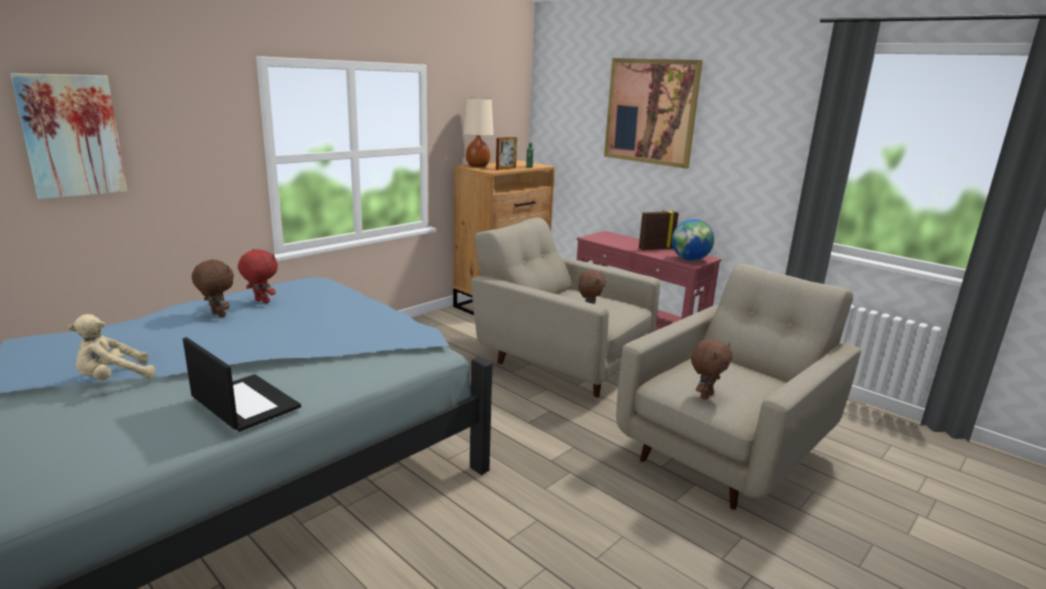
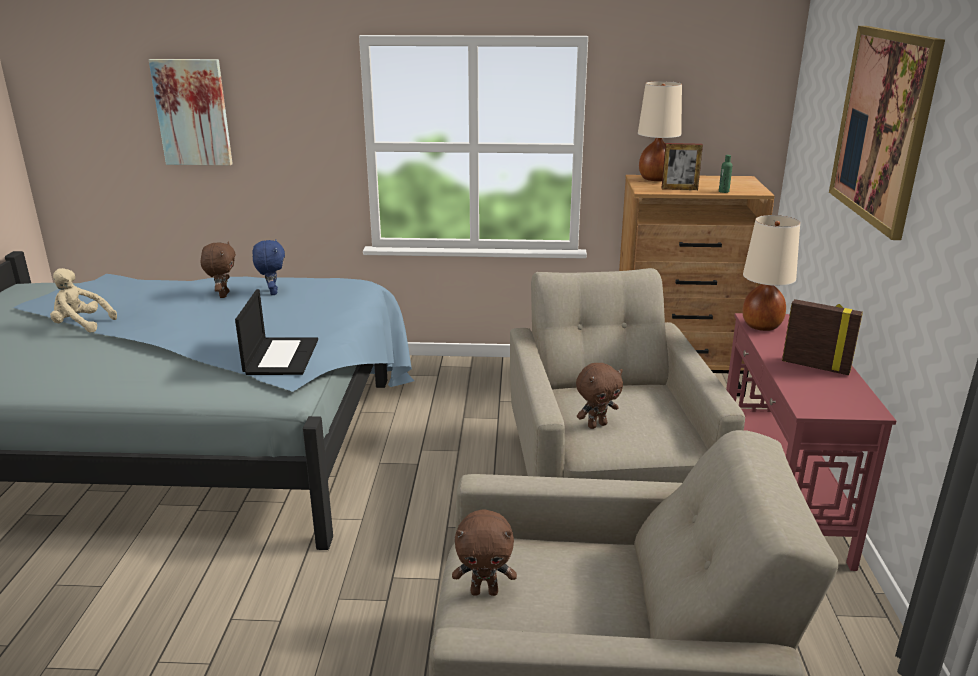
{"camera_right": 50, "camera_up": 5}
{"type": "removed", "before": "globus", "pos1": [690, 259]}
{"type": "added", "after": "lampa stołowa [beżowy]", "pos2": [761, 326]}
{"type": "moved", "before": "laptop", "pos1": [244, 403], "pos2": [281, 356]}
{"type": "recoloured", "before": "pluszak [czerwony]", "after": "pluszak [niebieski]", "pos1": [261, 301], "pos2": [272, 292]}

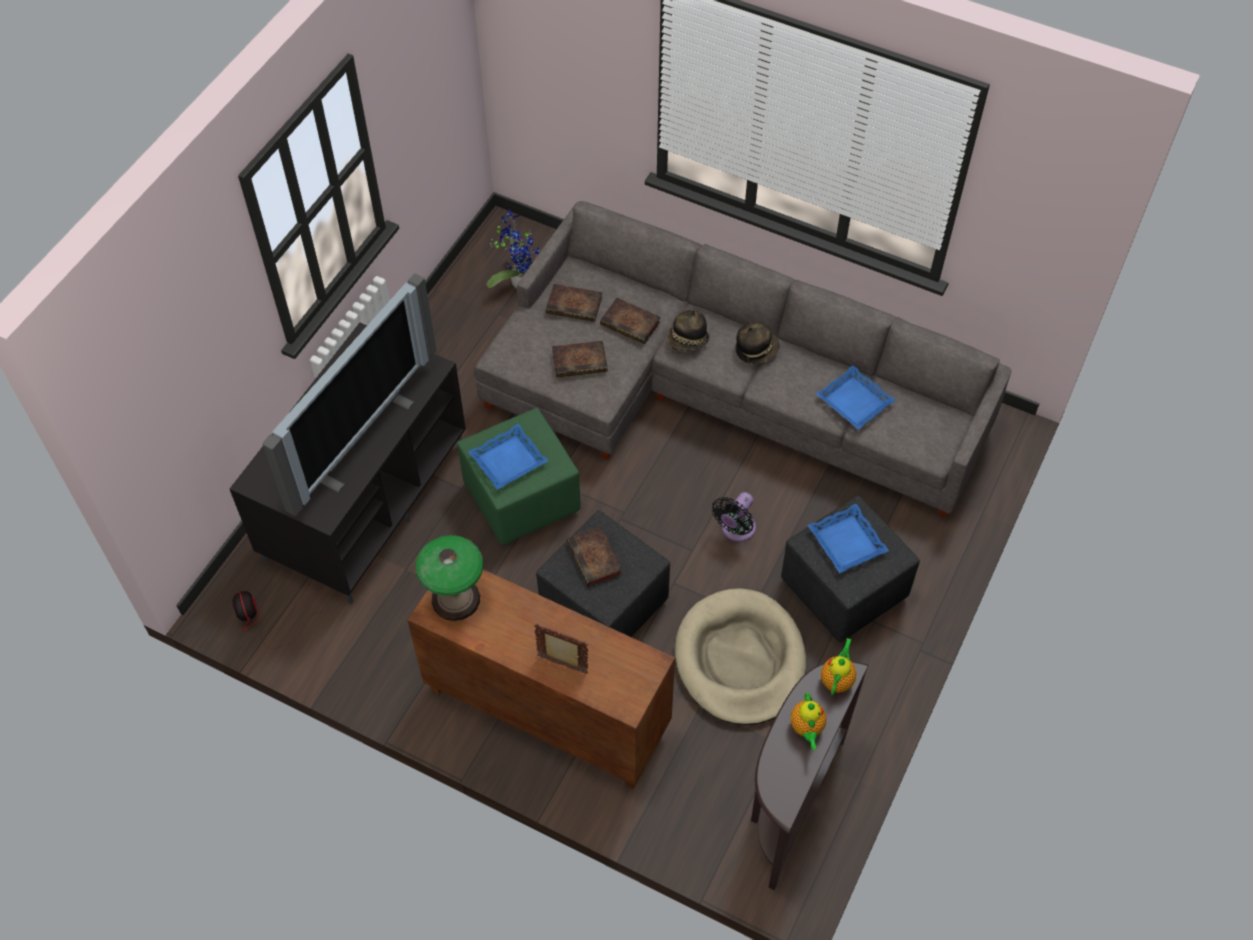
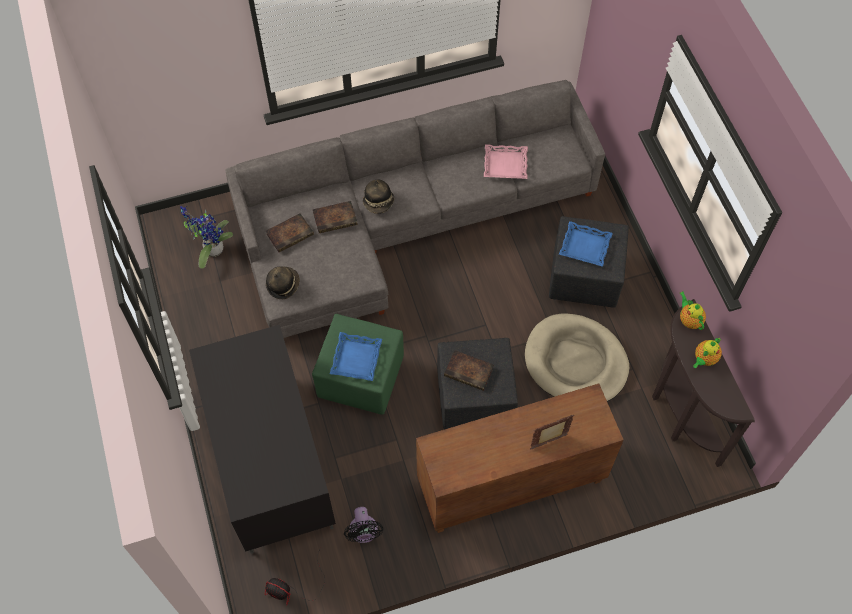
{"camera_right": -45, "camera_up": 5}
{"type": "removed", "before": "telewizor", "pos1": [358, 435]}
{"type": "removed", "before": "lampa stołowa", "pos1": [456, 599]}
{"type": "removed", "before": "książka", "pos1": [581, 361]}
{"type": "moved", "before": "wentylator [czarny]", "pos1": [736, 530], "pos2": [364, 532]}
{"type": "moved", "before": "kapelusz", "pos1": [756, 349], "pos2": [283, 285]}
{"type": "recoloured", "before": "taca [niebieski]", "after": "taca [różowy]", "pos1": [854, 401], "pos2": [505, 165]}
{"type": "turned", "before": "imbryk", "pos1": [807, 728], "pos2": [704, 359], "turn": 90}

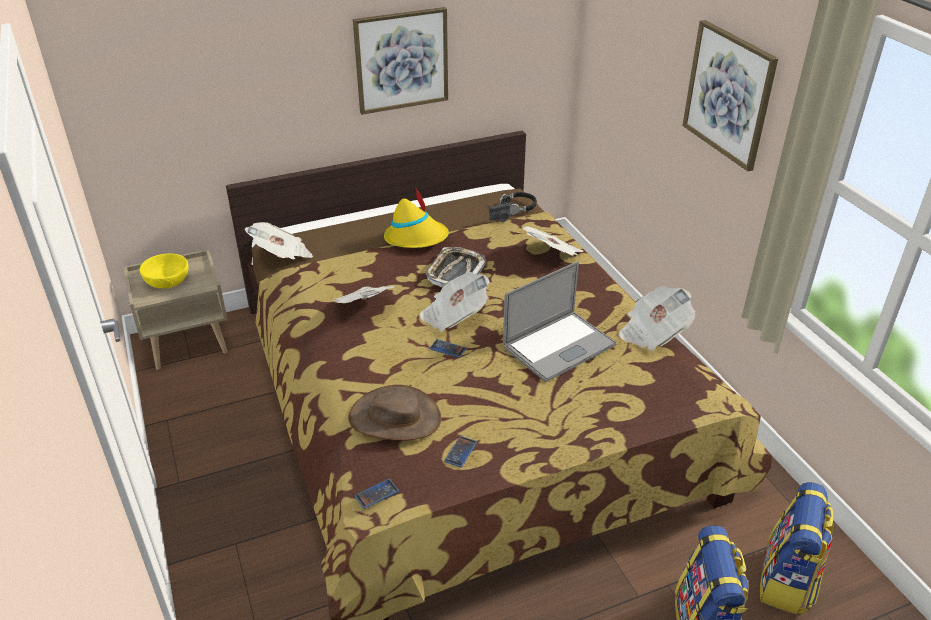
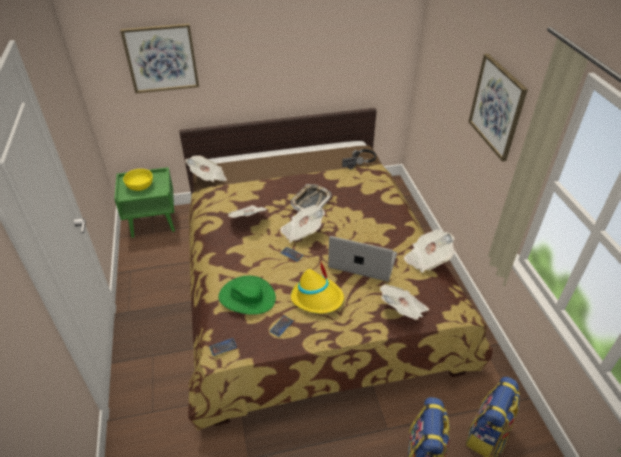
{"camera_right": 10, "camera_up": 5}
{"type": "moved", "before": "obraz", "pos1": [401, 60], "pos2": [161, 58]}
{"type": "moved", "before": "kapelusz [żółty]", "pos1": [416, 238], "pos2": [317, 298]}
{"type": "moved", "before": "gazeta", "pos1": [553, 255], "pos2": [403, 310]}
{"type": "recoloured", "before": "szafka nocna [beżowy]", "after": "szafka nocna [zielony]", "pos1": [189, 343], "pos2": [153, 223]}
{"type": "recoloured", "before": "kapelusz [brązowy]", "after": "kapelusz [zielony]", "pos1": [395, 418], "pos2": [247, 297]}
{"type": "turned", "before": "laptop", "pos1": [559, 346], "pos2": [363, 261], "turn": -135}

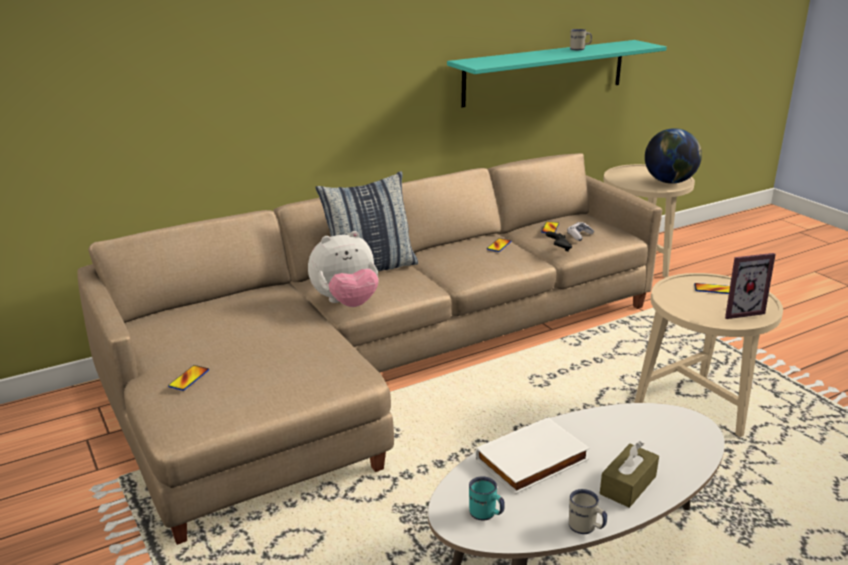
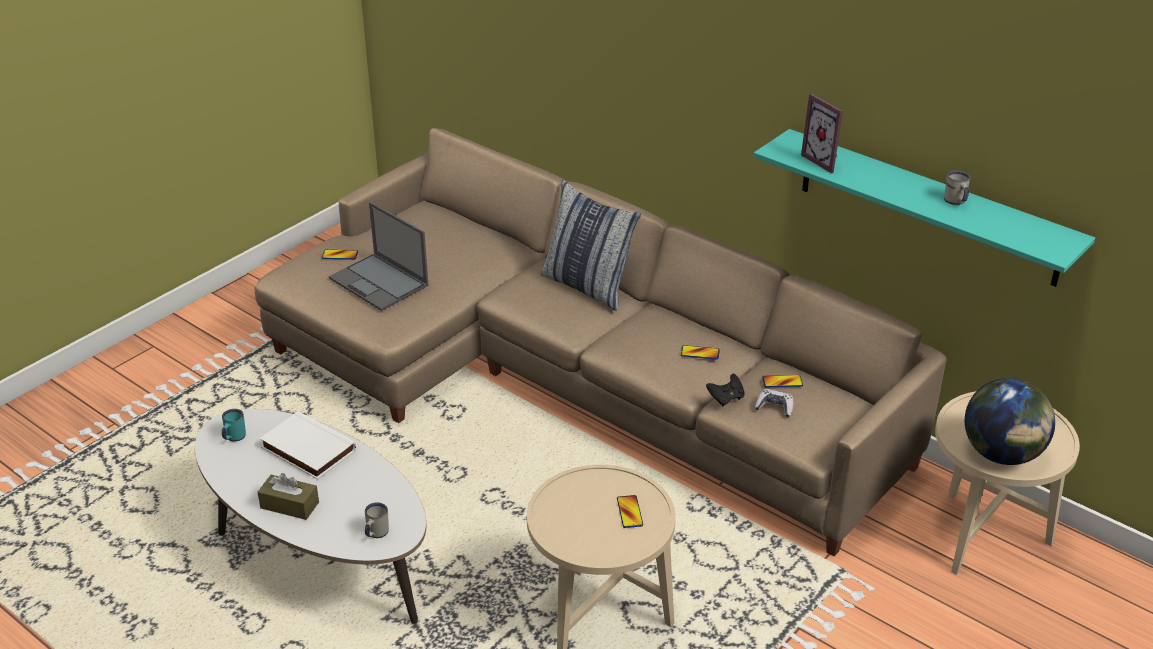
{"camera_right": 70, "camera_up": 10}
{"type": "removed", "before": "pluszak", "pos1": [346, 303]}
{"type": "added", "after": "laptop", "pos2": [380, 282]}
{"type": "moved", "before": "kubek [biały]", "pos1": [586, 528], "pos2": [375, 534]}
{"type": "moved", "before": "ramka na zdjęcie", "pos1": [738, 311], "pos2": [825, 160]}

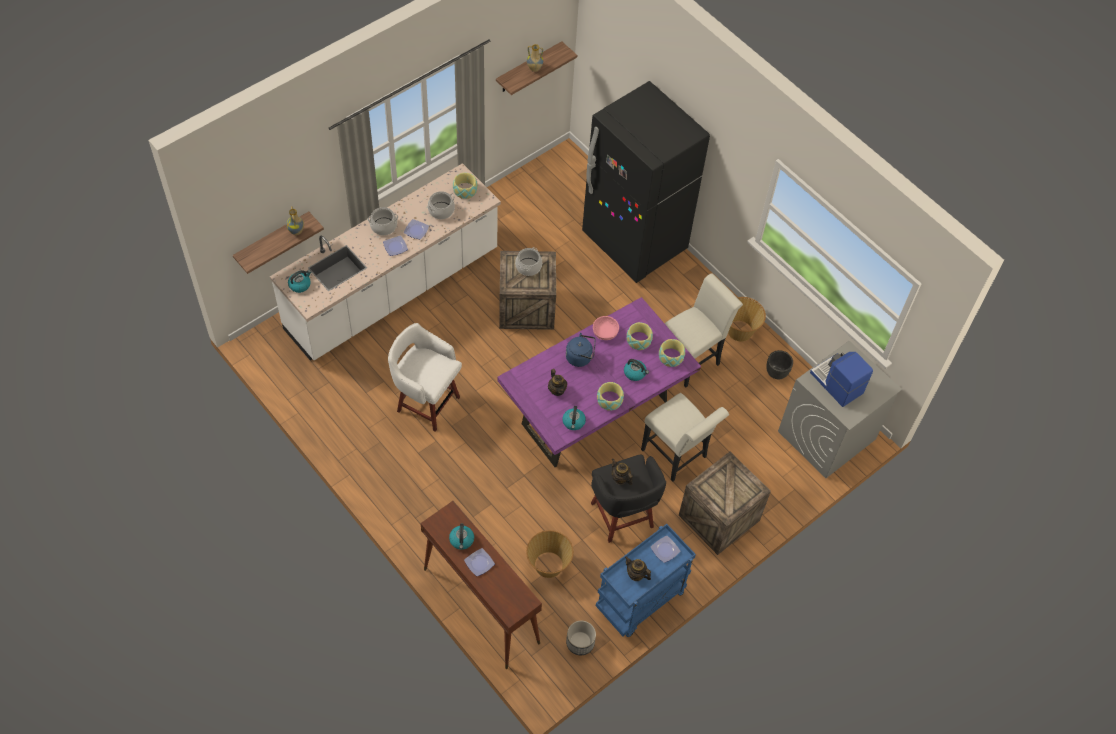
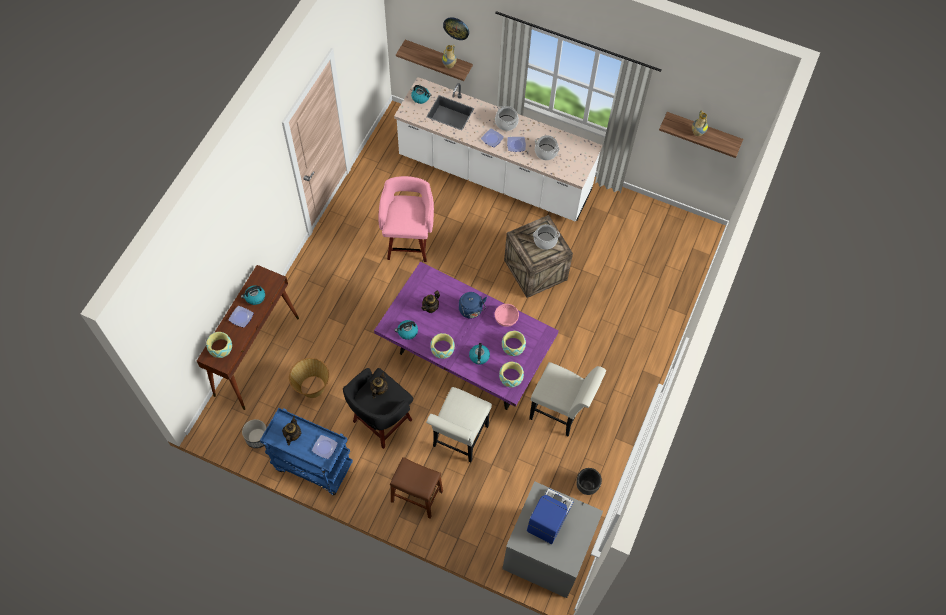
{"camera_right": 65, "camera_up": 5}
{"type": "removed", "before": "lodówka [czarny]", "pos1": [634, 242]}
{"type": "removed", "before": "koszyk", "pos1": [740, 330]}
{"type": "added", "after": "zegar ścienny", "pos2": [456, 28]}
{"type": "moved", "before": "miska", "pos1": [465, 190], "pos2": [220, 348]}
{"type": "replaced", "before": "skrzynka", "after": "stołek [brązowy]", "pos1": [719, 519], "pos2": [417, 496]}
{"type": "recoloured", "before": "stołek [biały]", "after": "stołek [różowy]", "pos1": [426, 403], "pos2": [408, 242]}

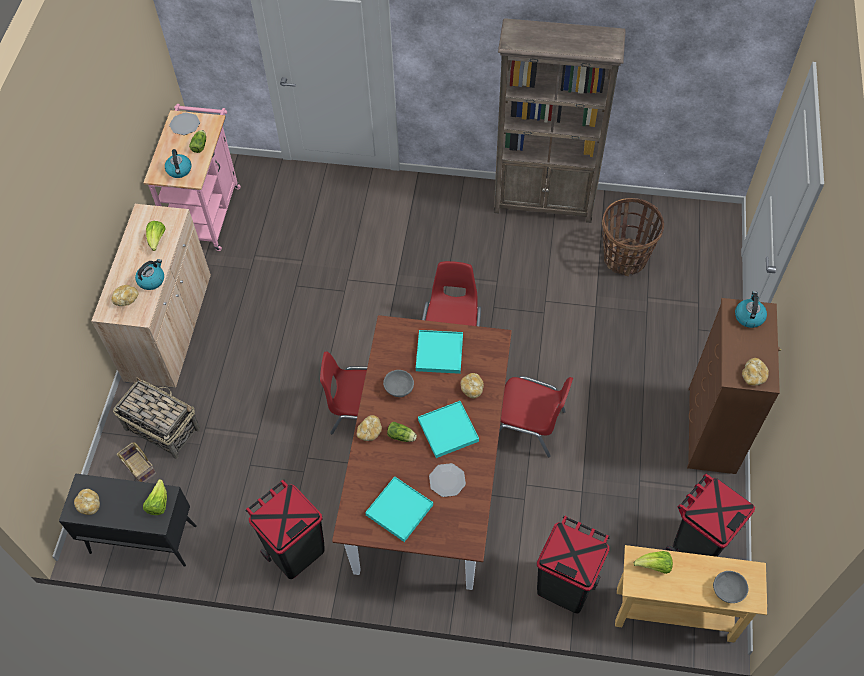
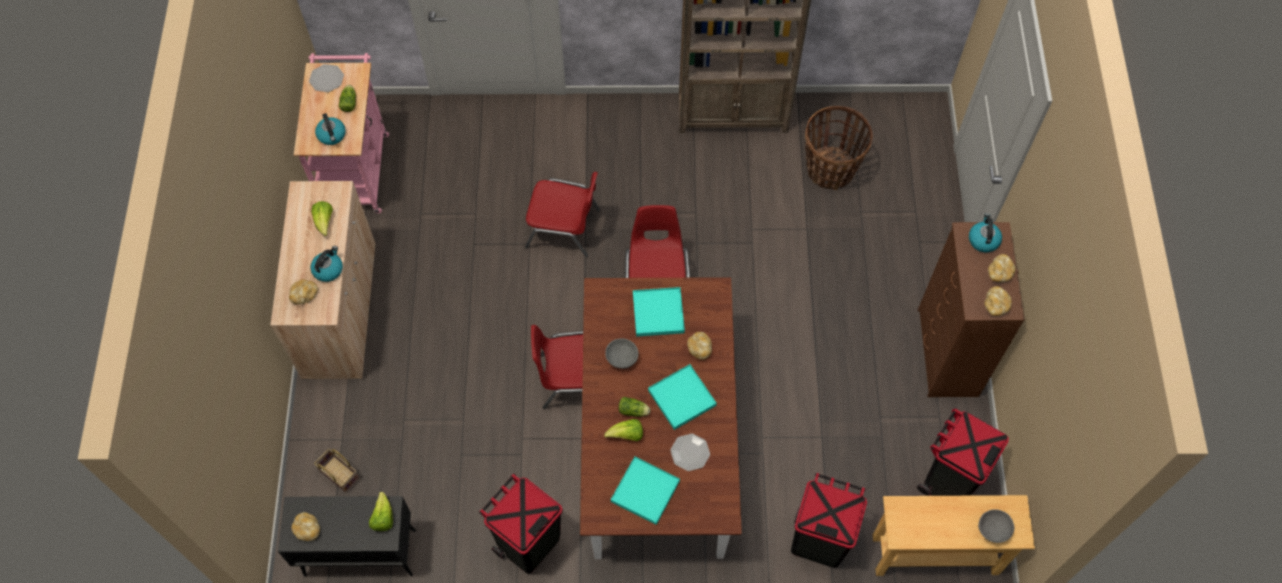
{"camera_right": -10, "camera_up": 5}
{"type": "removed", "before": "koszyk", "pos1": [161, 428]}
{"type": "moved", "before": "chleb", "pos1": [369, 432], "pos2": [999, 272]}
{"type": "moved", "before": "krzesło [czerwony]", "pos1": [529, 425], "pos2": [564, 228]}
{"type": "moved", "before": "sałata", "pos1": [654, 566], "pos2": [626, 435]}

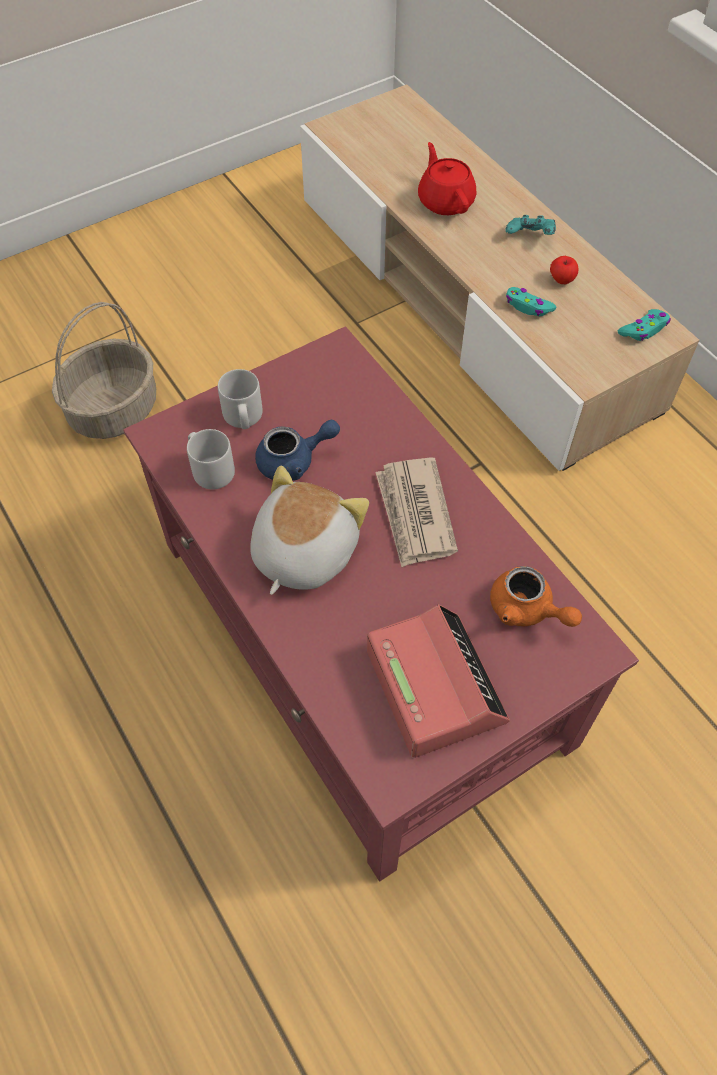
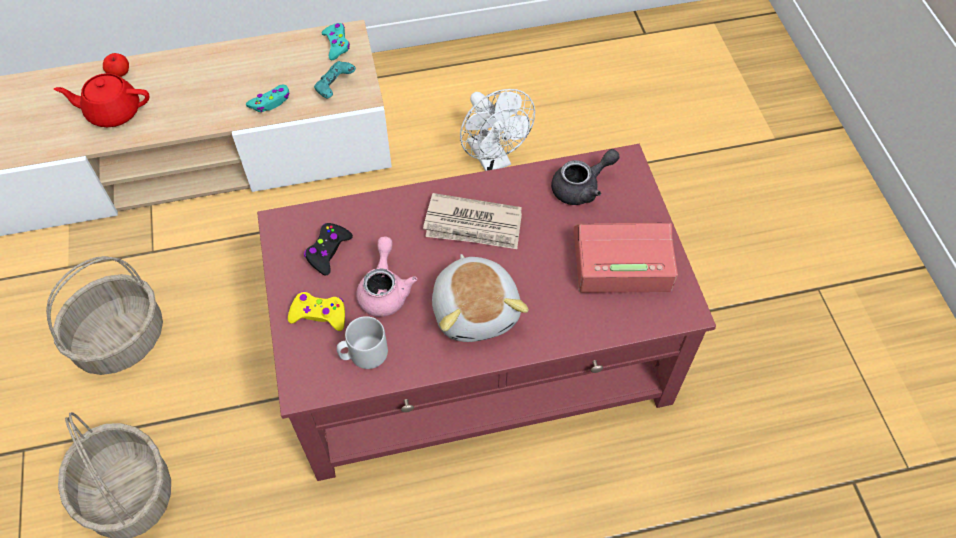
{"camera_right": -70, "camera_up": 0}
{"type": "added", "after": "koszyk", "pos2": [121, 339]}
{"type": "added", "after": "pad do gier [czarny]", "pos2": [328, 251]}
{"type": "added", "after": "wentylator [biały]", "pos2": [493, 160]}
{"type": "moved", "before": "pad do gier [turkusowy]", "pos1": [529, 238], "pos2": [335, 88]}
{"type": "moved", "before": "jabłko", "pos1": [561, 280], "pos2": [120, 73]}
{"type": "replaced", "before": "kubek [szary]", "after": "pad do gier [żółty]", "pos1": [243, 417], "pos2": [319, 314]}
{"type": "recoloured", "before": "imbryk [niebieski]", "after": "imbryk [różowy]", "pos1": [294, 461], "pos2": [385, 290]}
{"type": "recoloured", "before": "imbryk [pomarańczowy]", "after": "imbryk [szary]", "pos1": [527, 610], "pos2": [581, 187]}
{"type": "turned", "before": "pluszak", "pos1": [302, 552], "pos2": [476, 310], "turn": -150}

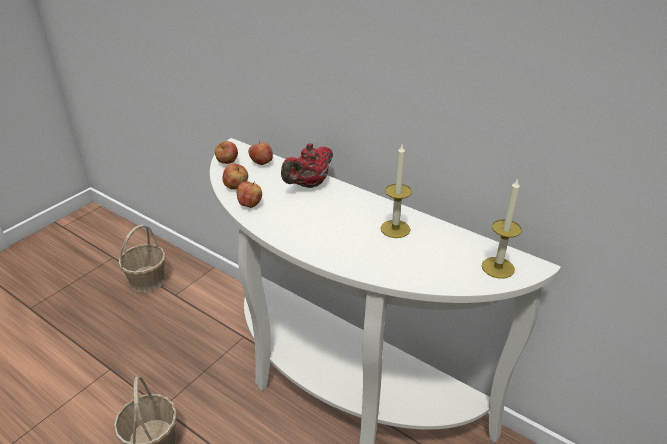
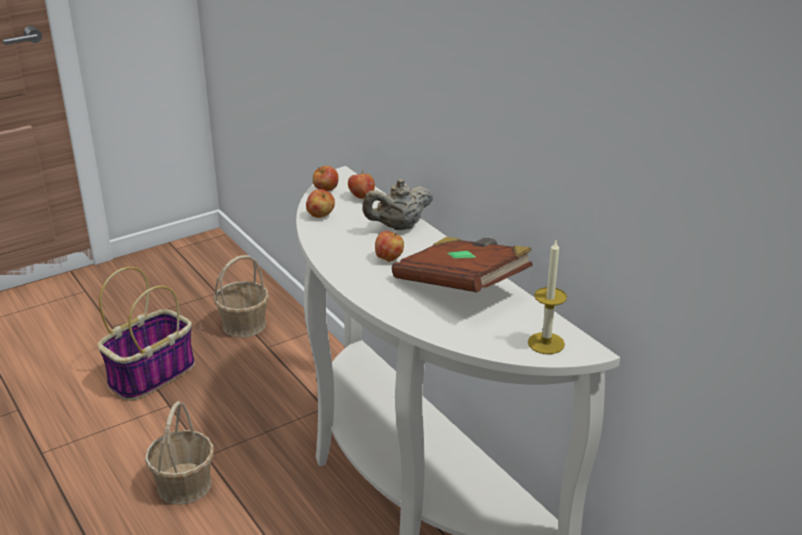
{"camera_right": 20, "camera_up": -5}
{"type": "added", "after": "koszyk", "pos2": [152, 374]}
{"type": "moved", "before": "jabłko", "pos1": [250, 205], "pos2": [389, 258]}
{"type": "replaced", "before": "świeca", "after": "książka [brązowy]", "pos1": [395, 229], "pos2": [461, 286]}
{"type": "recoloured", "before": "imbryk [czerwony]", "after": "imbryk [beżowy]", "pos1": [309, 184], "pos2": [398, 227]}

